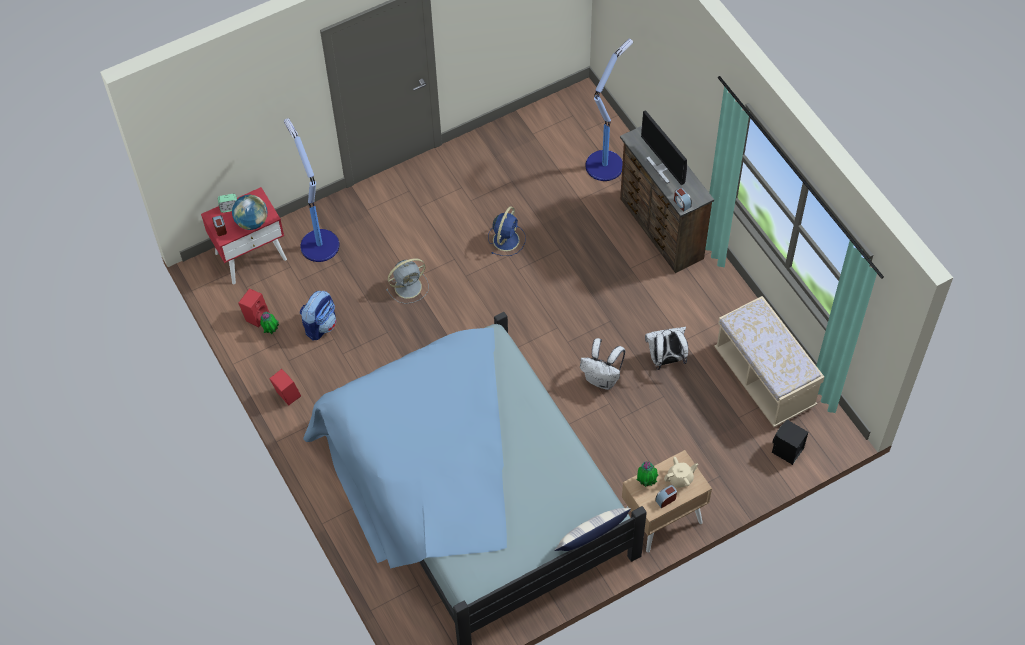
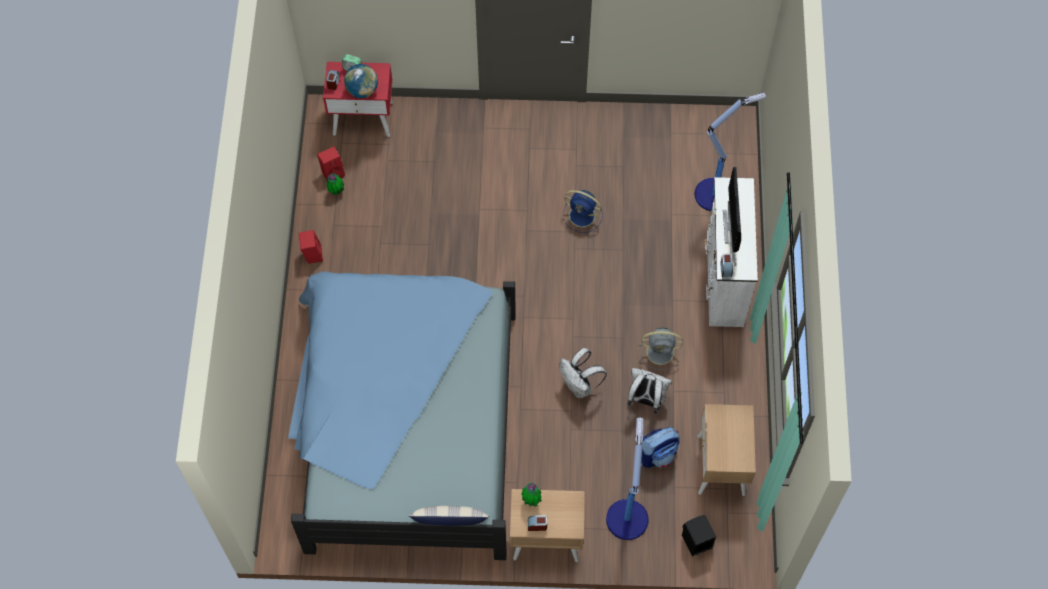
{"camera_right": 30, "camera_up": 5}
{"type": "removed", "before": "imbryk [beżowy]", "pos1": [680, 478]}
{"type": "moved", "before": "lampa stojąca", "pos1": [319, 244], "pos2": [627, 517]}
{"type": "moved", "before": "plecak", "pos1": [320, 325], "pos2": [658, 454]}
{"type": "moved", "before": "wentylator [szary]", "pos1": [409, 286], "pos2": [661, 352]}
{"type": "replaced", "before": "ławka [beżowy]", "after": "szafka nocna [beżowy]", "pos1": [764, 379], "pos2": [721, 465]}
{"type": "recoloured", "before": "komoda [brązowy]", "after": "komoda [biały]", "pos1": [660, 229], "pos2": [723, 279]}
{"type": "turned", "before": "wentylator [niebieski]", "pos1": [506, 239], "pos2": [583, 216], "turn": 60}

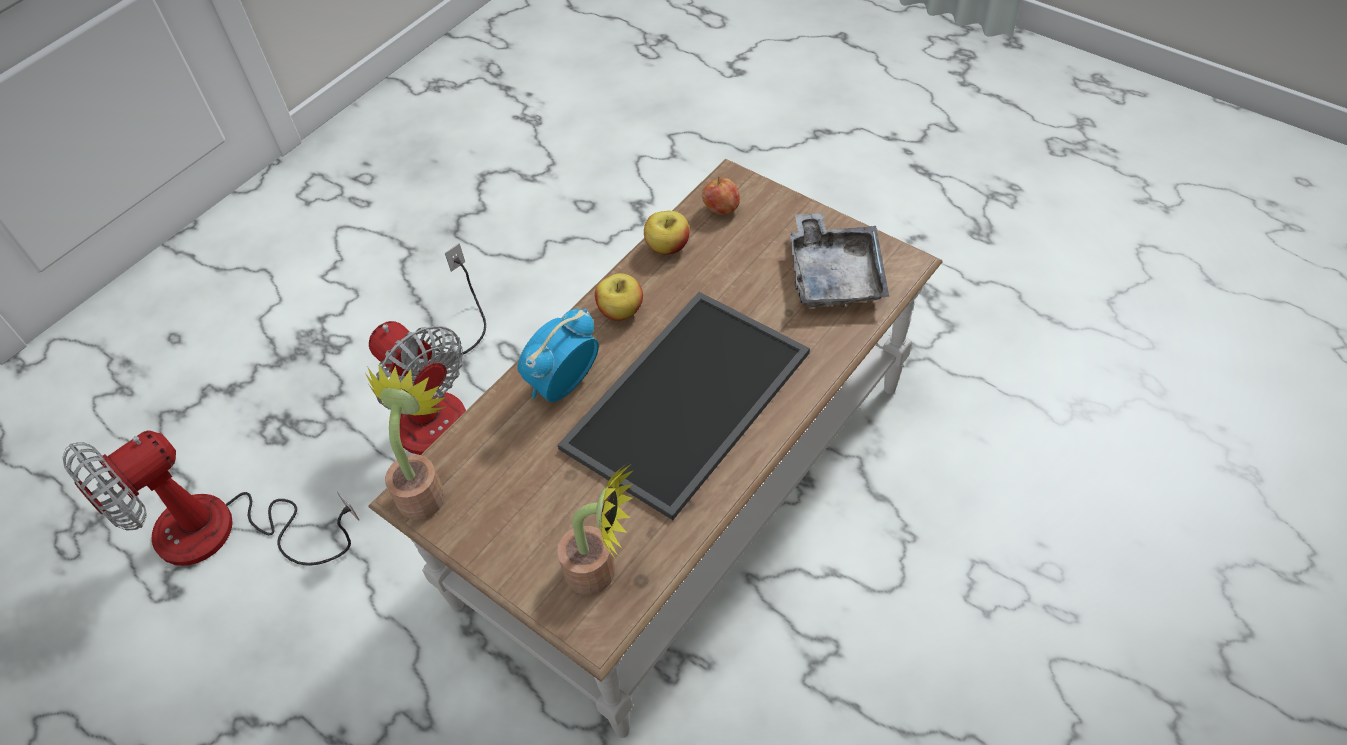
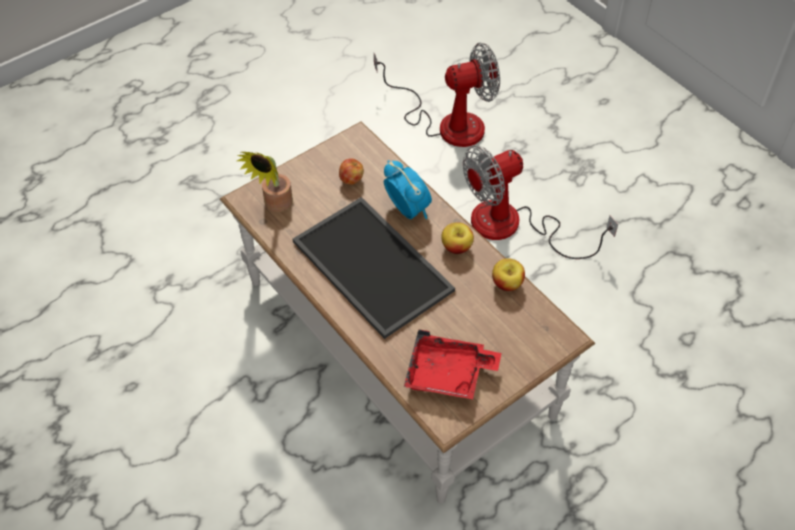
{"camera_right": 100, "camera_up": 0}
{"type": "removed", "before": "roślina doniczkowa", "pos1": [425, 489]}
{"type": "moved", "before": "jabłko", "pos1": [721, 209], "pos2": [351, 179]}
{"type": "recoloured", "before": "taca [szary]", "after": "taca [czerwony]", "pos1": [835, 274], "pos2": [448, 374]}
{"type": "turned", "before": "wentylator", "pos1": [222, 533], "pos2": [447, 122], "turn": 105}

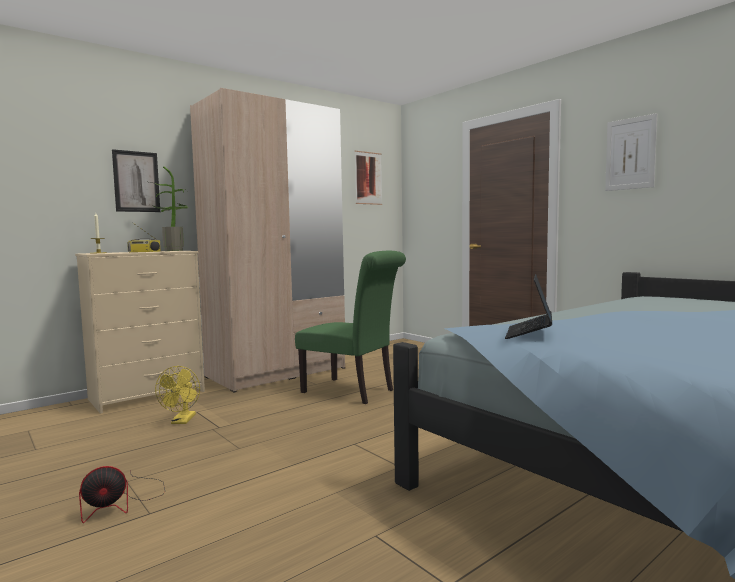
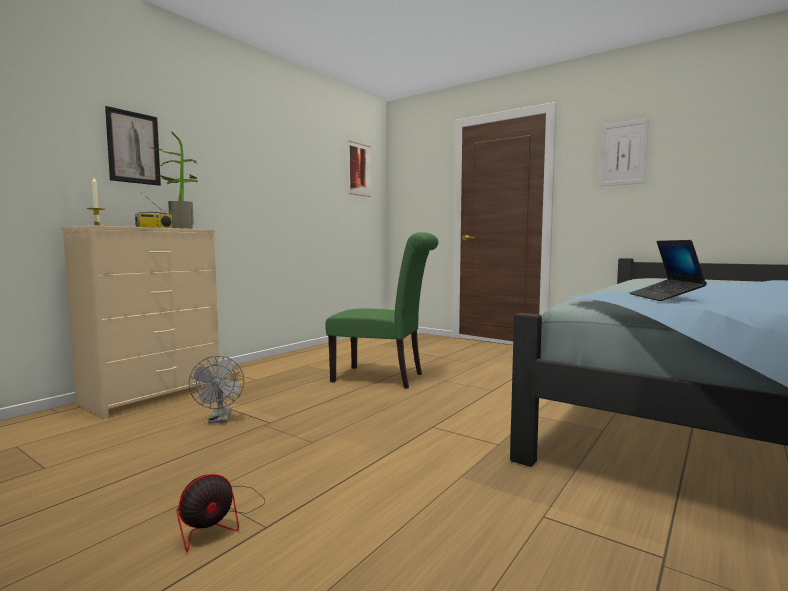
{"camera_right": -15, "camera_up": 0}
{"type": "removed", "before": "szafa [beżowy]", "pos1": [277, 372]}
{"type": "recoloured", "before": "wentylator [żółty]", "after": "wentylator [szary]", "pos1": [182, 421], "pos2": [219, 419]}

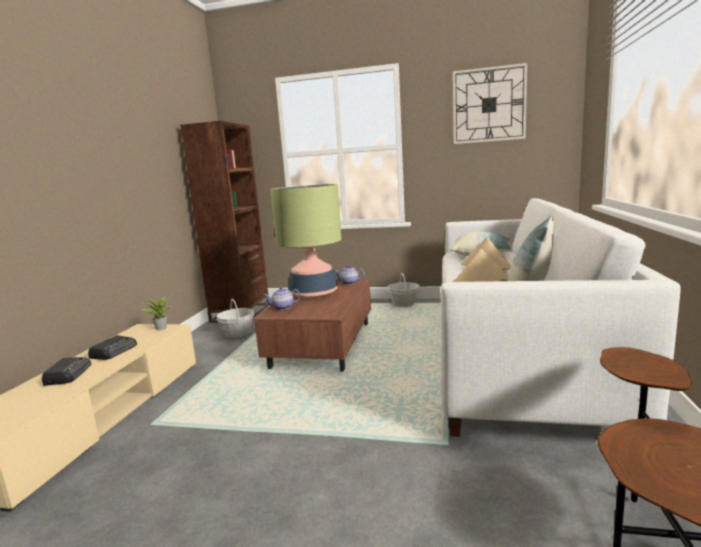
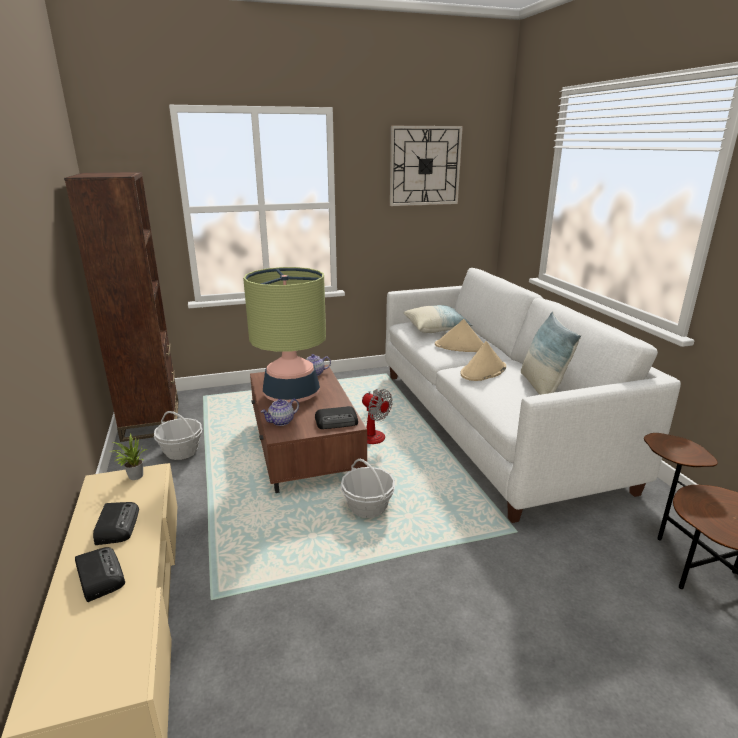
{"camera_right": -30, "camera_up": 10}
{"type": "added", "after": "radio", "pos2": [337, 422]}
{"type": "added", "after": "wentylator", "pos2": [373, 433]}
{"type": "moved", "before": "koszyk", "pos1": [404, 304], "pos2": [368, 507]}

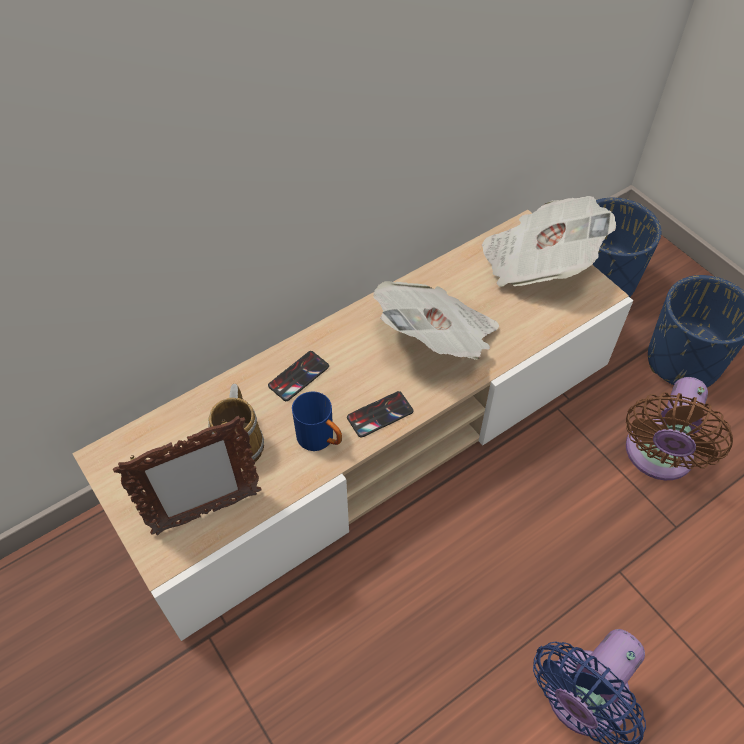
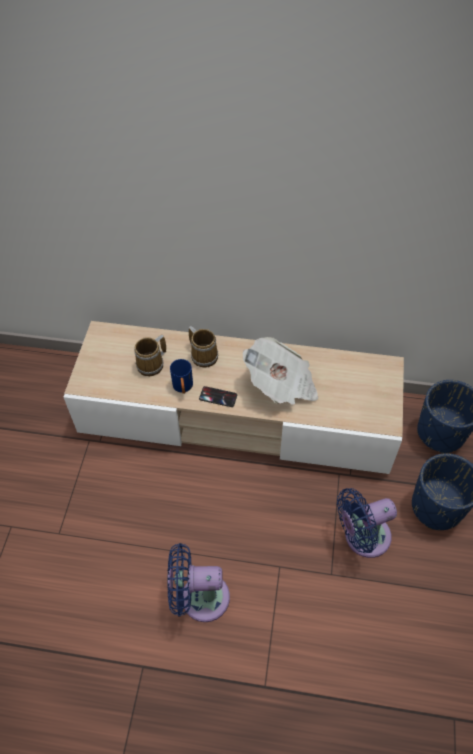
{"camera_right": 45, "camera_up": 0}
{"type": "removed", "before": "ramka na zdjęcie", "pos1": [206, 513]}
{"type": "removed", "before": "gazeta", "pos1": [538, 263]}
{"type": "replaced", "before": "telefon", "after": "kubek", "pos1": [298, 376], "pos2": [204, 355]}
{"type": "recoloured", "before": "wentylator [brązowy]", "after": "wentylator [niebieski]", "pos1": [657, 456], "pos2": [362, 537]}

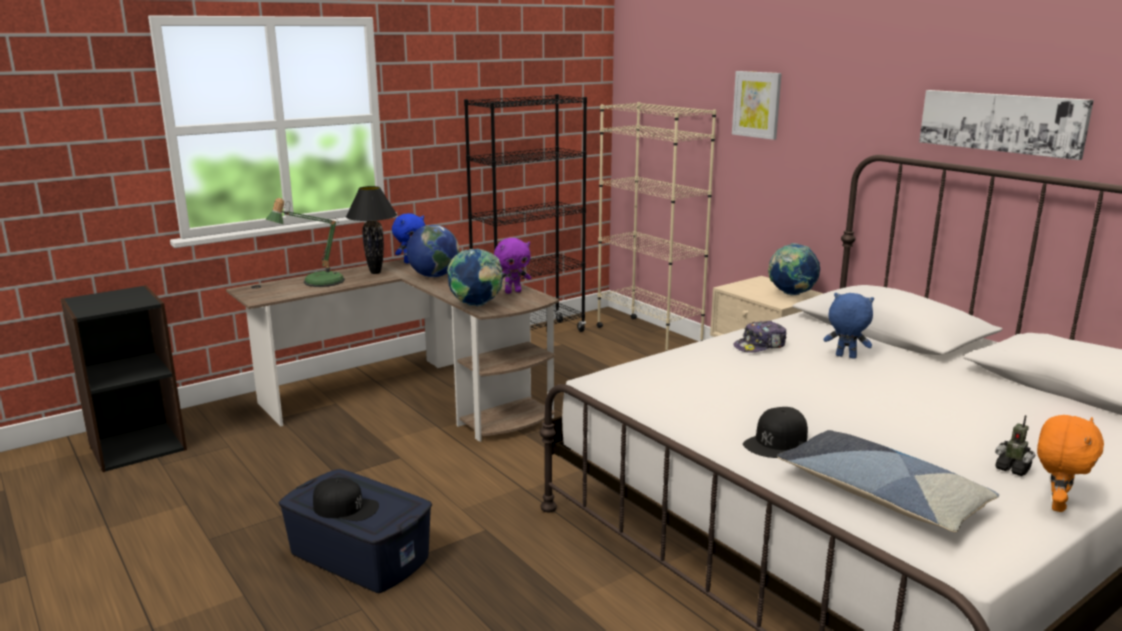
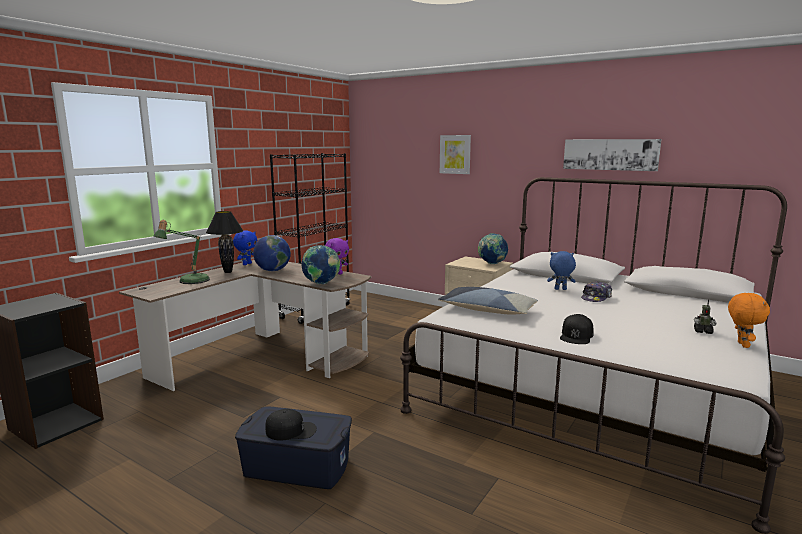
{"camera_right": -20, "camera_up": -5}
{"type": "removed", "before": "regał [beżowy]", "pos1": [649, 336]}
{"type": "moved", "before": "czapka z daszkiem", "pos1": [760, 346], "pos2": [596, 298]}
{"type": "moved", "before": "poduszka", "pos1": [880, 495], "pos2": [487, 310]}

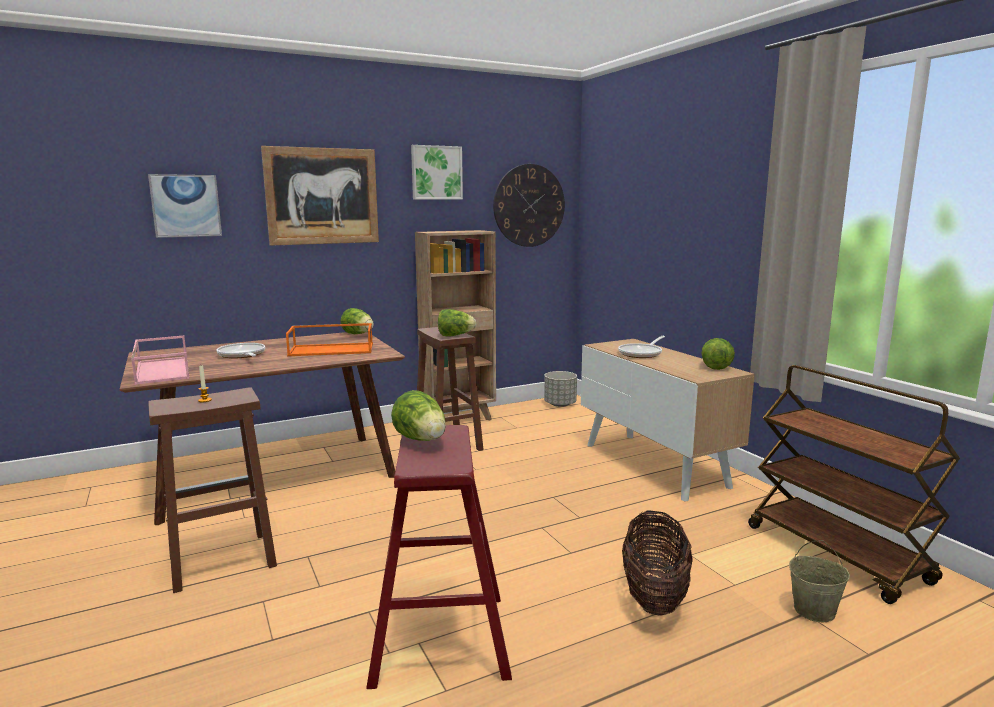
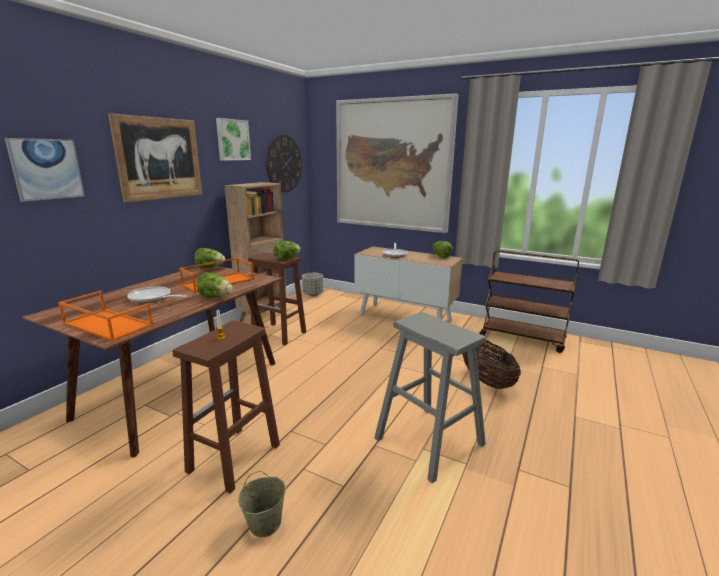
{"camera_right": -35, "camera_up": 5}
{"type": "added", "after": "obraz", "pos2": [392, 165]}
{"type": "moved", "before": "sałata", "pos1": [422, 440], "pos2": [216, 297]}
{"type": "moved", "before": "wiadro [beżowy]", "pos1": [814, 610], "pos2": [265, 523]}
{"type": "recoloured", "before": "taca [różowy]", "after": "taca [pomarańczowy]", "pos1": [161, 370], "pos2": [106, 324]}
{"type": "recoloured", "before": "stołek [czerwony]", "after": "stołek [szary]", "pos1": [440, 638], "pos2": [429, 441]}

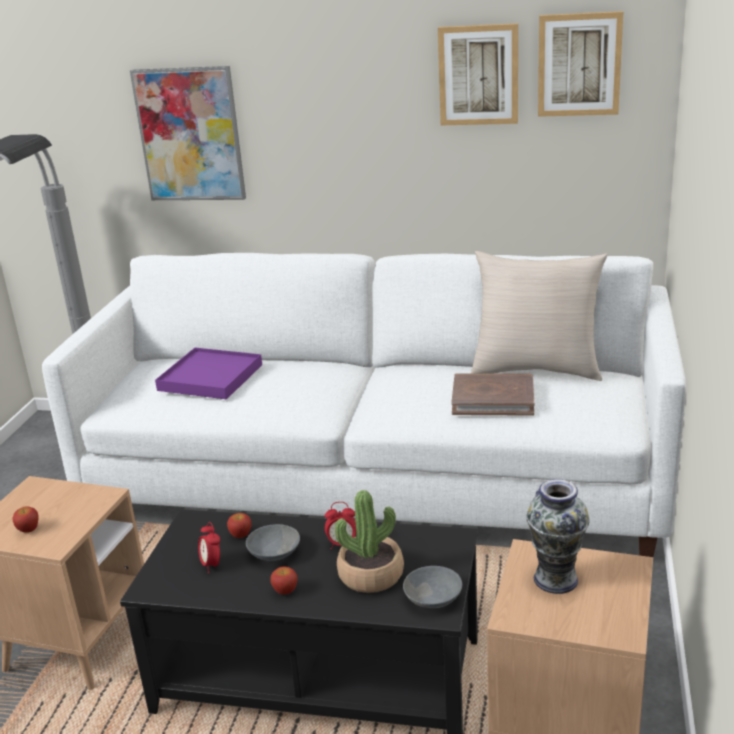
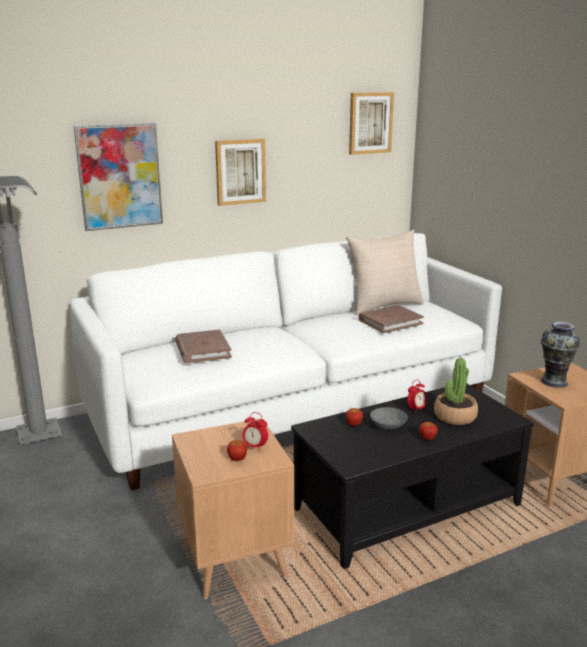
{"camera_right": -40, "camera_up": -5}
{"type": "removed", "before": "miska [szary]", "pos1": [432, 596]}
{"type": "moved", "before": "budzik", "pos1": [212, 565], "pos2": [255, 447]}
{"type": "moved", "before": "obraz", "pos1": [478, 75], "pos2": [240, 171]}
{"type": "replaced", "before": "taca [fioletowy]", "after": "książka [brązowy]", "pos1": [211, 377], "pos2": [202, 350]}

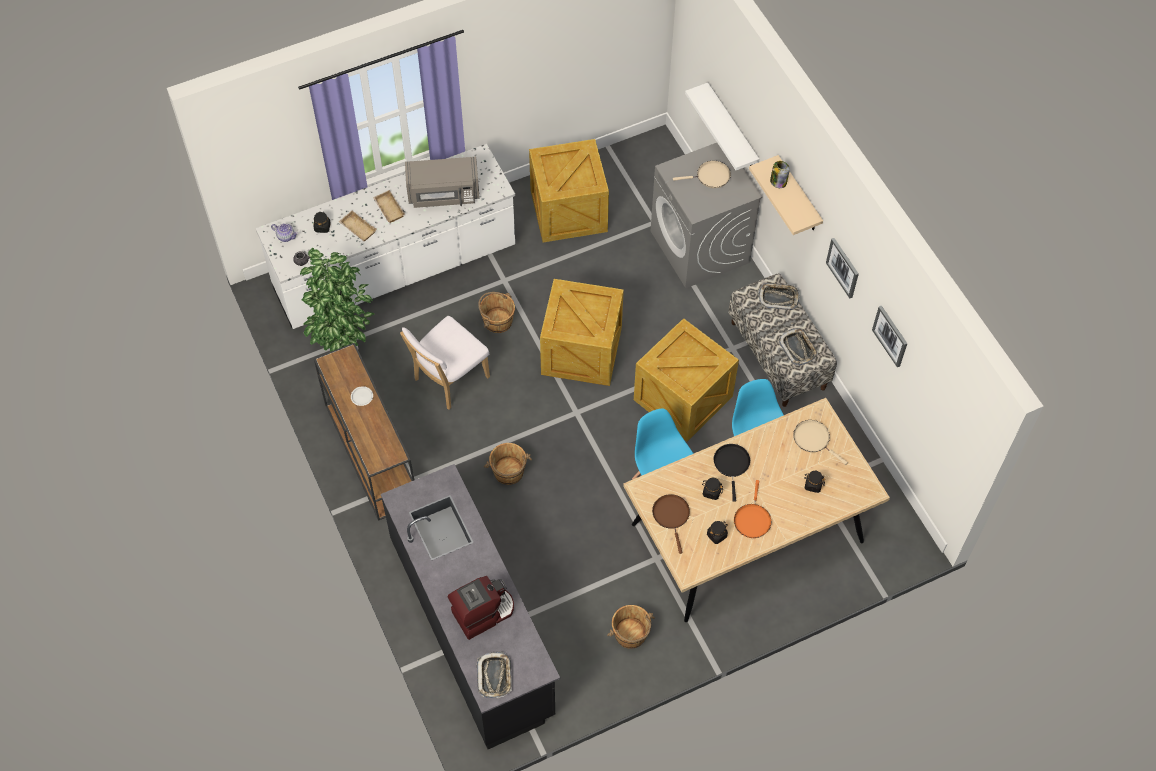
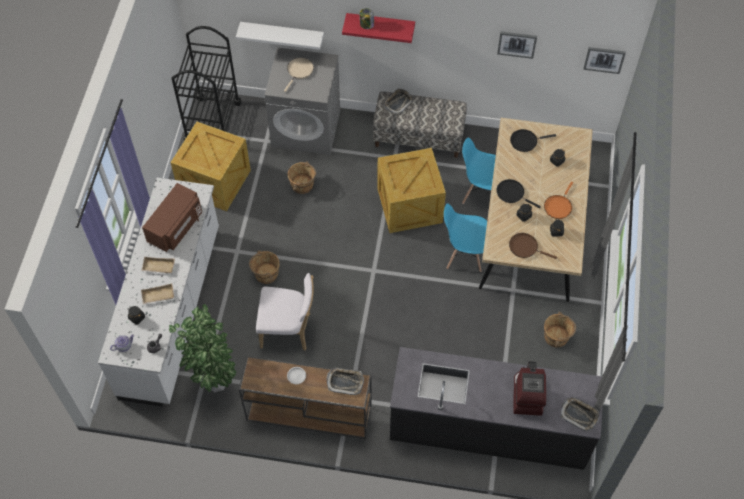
{"camera_right": -55, "camera_up": 0}
{"type": "removed", "before": "skrzynka", "pos1": [580, 350]}
{"type": "added", "after": "wózek [czarny]", "pos2": [213, 121]}
{"type": "moved", "before": "wiadro [brązowy]", "pos1": [508, 472], "pos2": [303, 185]}
{"type": "moved", "before": "taca", "pos1": [798, 348], "pos2": [345, 382]}
{"type": "moved", "before": "obraz", "pos1": [843, 267], "pos2": [604, 59]}
{"type": "recoloured", "before": "mikrofalówka [szary]", "after": "mikrofalówka [brązowy]", "pos1": [444, 194], "pos2": [176, 226]}
{"type": "recoloured", "before": "półka [beżowy]", "after": "półka [czerwony]", "pos1": [798, 196], "pos2": [380, 24]}
{"type": "recoloured", "before": "patelnia [beżowy]", "after": "patelnia [czarny]", "pos1": [813, 439], "pos2": [525, 141]}
{"type": "turned", "before": "krzesło [biały]", "pos1": [448, 380], "pos2": [288, 330], "turn": -75}
{"type": "turned", "before": "patelnia [pomarańczowy]", "pos1": [752, 519], "pos2": [558, 206], "turn": 75}

